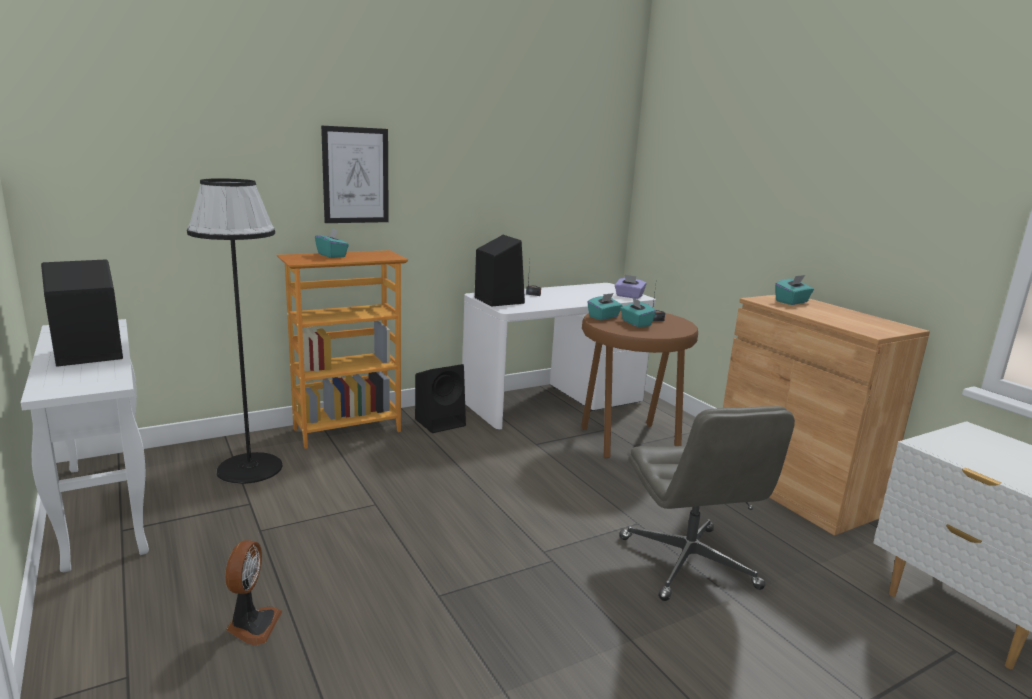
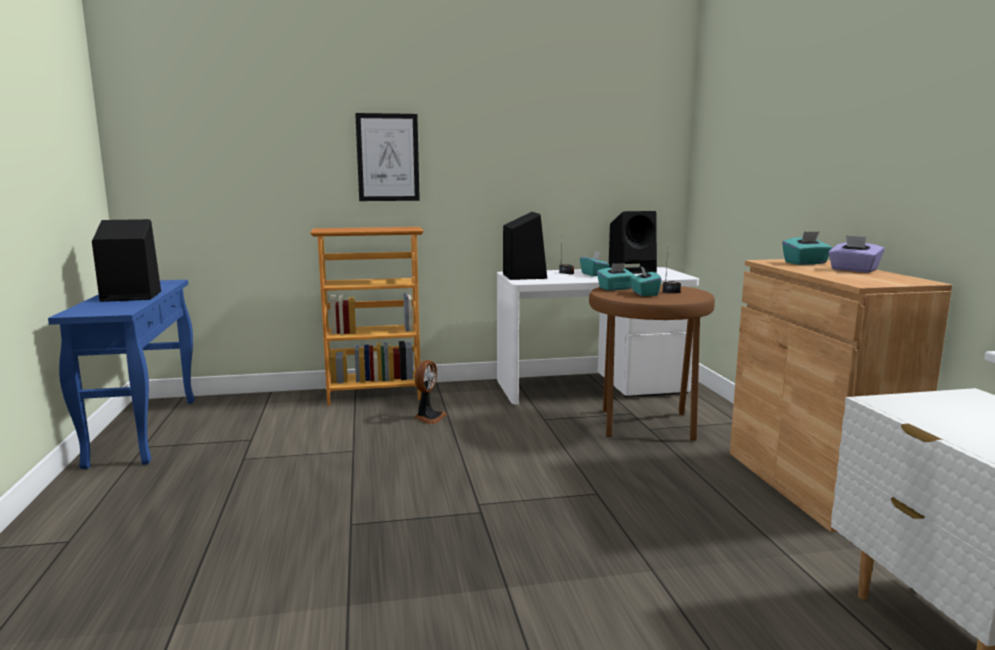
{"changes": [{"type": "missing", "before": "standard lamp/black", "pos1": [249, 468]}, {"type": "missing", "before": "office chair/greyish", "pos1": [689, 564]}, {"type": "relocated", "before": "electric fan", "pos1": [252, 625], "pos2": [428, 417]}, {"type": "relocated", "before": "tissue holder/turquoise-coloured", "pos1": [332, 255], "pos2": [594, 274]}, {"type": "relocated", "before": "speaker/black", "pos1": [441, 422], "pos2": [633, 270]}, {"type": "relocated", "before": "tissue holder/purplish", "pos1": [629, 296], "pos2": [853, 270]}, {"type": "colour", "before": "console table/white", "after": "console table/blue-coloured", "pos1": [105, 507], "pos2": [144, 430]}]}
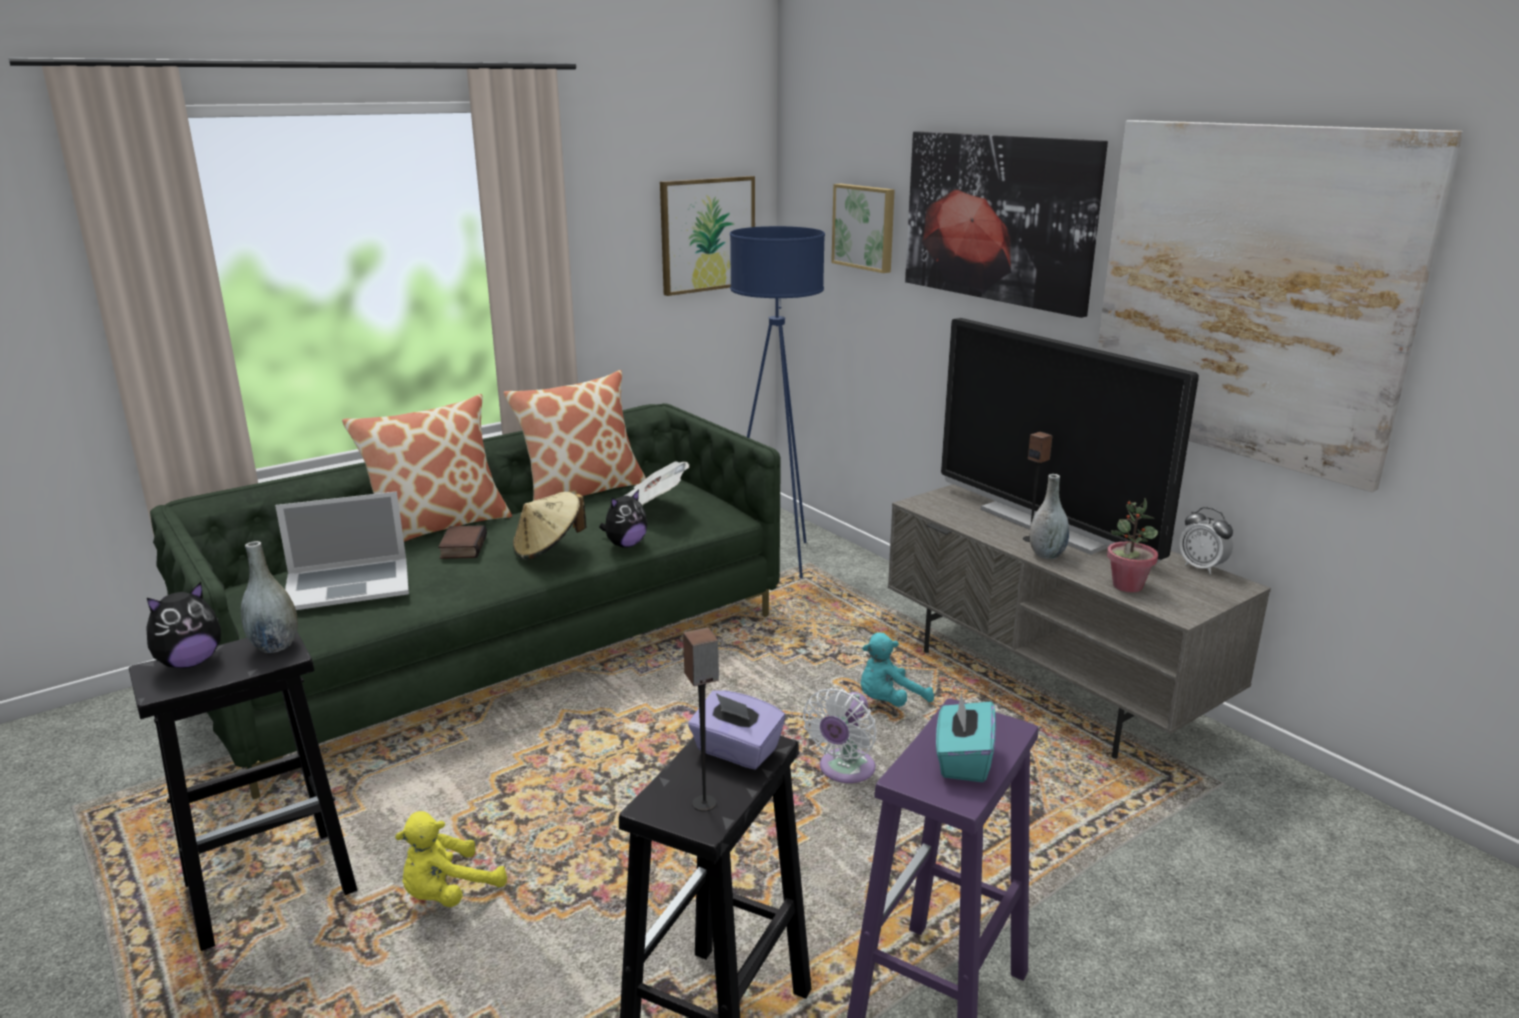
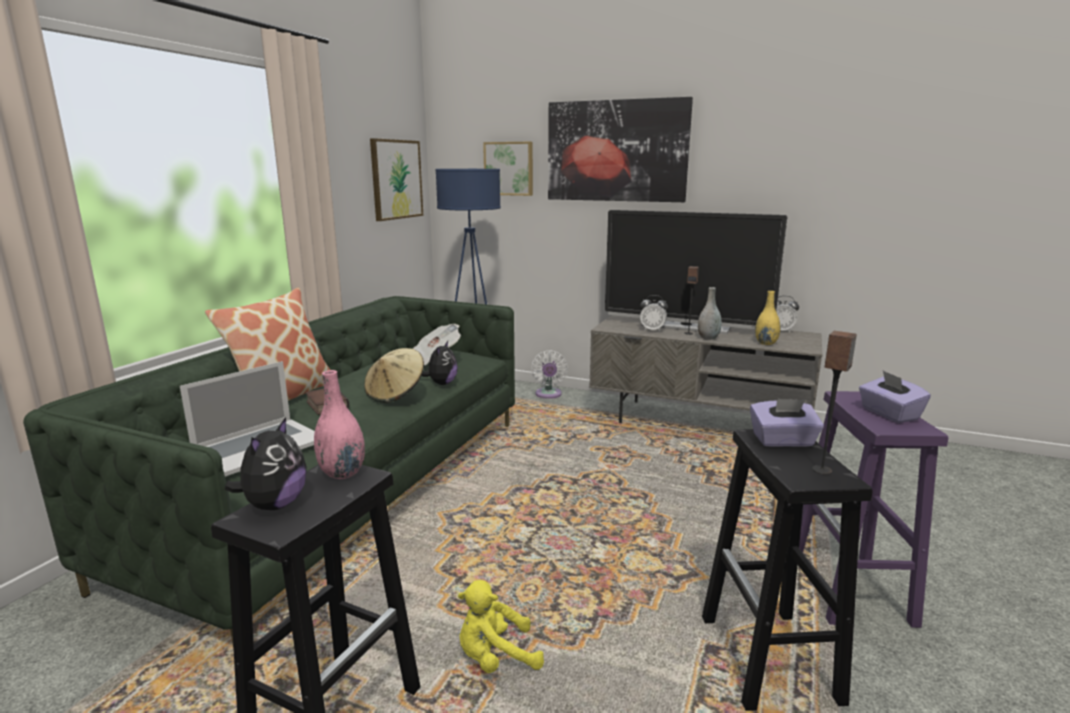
{"changes": [{"type": "missing", "before": "cushion", "pos1": [582, 492]}, {"type": "missing", "before": "plush toy/turquoise-coloured", "pos1": [889, 701]}, {"type": "missing", "before": "wall picture", "pos1": [1248, 294]}, {"type": "appeared", "after": "alarm clock", "pos2": [652, 330]}, {"type": "relocated", "before": "electric fan/white", "pos1": [844, 771], "pos2": [548, 395]}, {"type": "exchanged", "before": "plant in a pot", "after": "vase/yellow", "pos1": [1127, 586], "pos2": [766, 343]}, {"type": "colour", "before": "vase/greyish", "after": "vase/pink-coloured", "pos1": [275, 646], "pos2": [342, 473]}, {"type": "colour", "before": "tissue holder/turquoise-coloured", "after": "tissue holder/purplish", "pos1": [962, 760], "pos2": [889, 414]}, {"type": "spun", "before": "plush toy/yellow", "pos1": [448, 893], "pos2": [495, 658], "turn": 60}]}
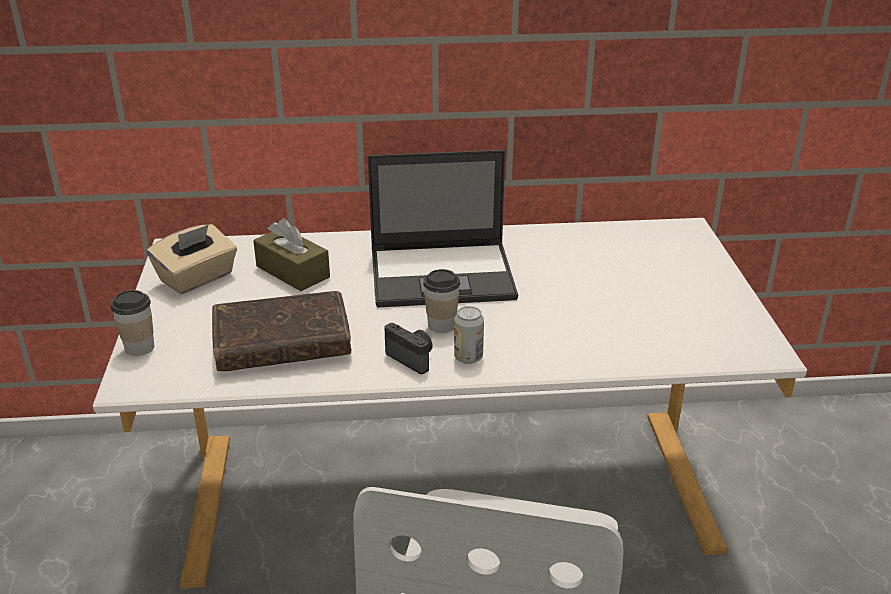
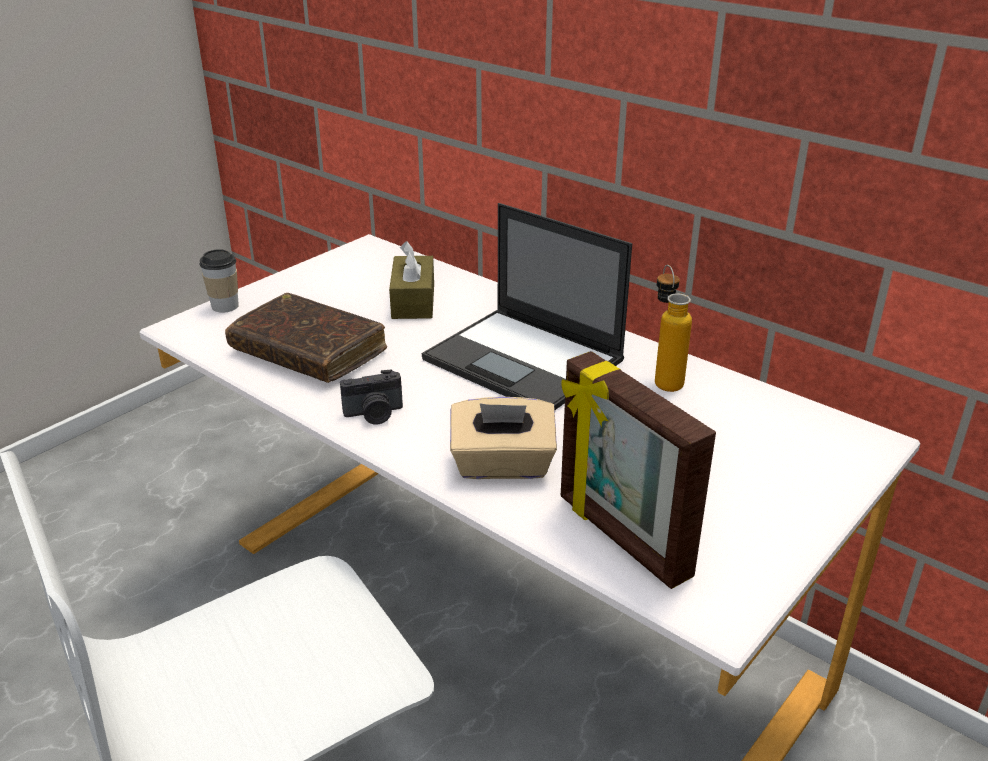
{"changes": [{"type": "missing", "before": "small cup", "pos1": [441, 325]}, {"type": "missing", "before": "metal can", "pos1": [468, 357]}, {"type": "appeared", "after": "standing frame", "pos2": [621, 537]}, {"type": "appeared", "after": "drink bottle", "pos2": [664, 378]}, {"type": "relocated", "before": "tissue holder/beige-coloured", "pos1": [197, 278], "pos2": [502, 465]}, {"type": "spun", "before": "still camera", "pos1": [412, 358], "pos2": [374, 414], "turn": 75}]}
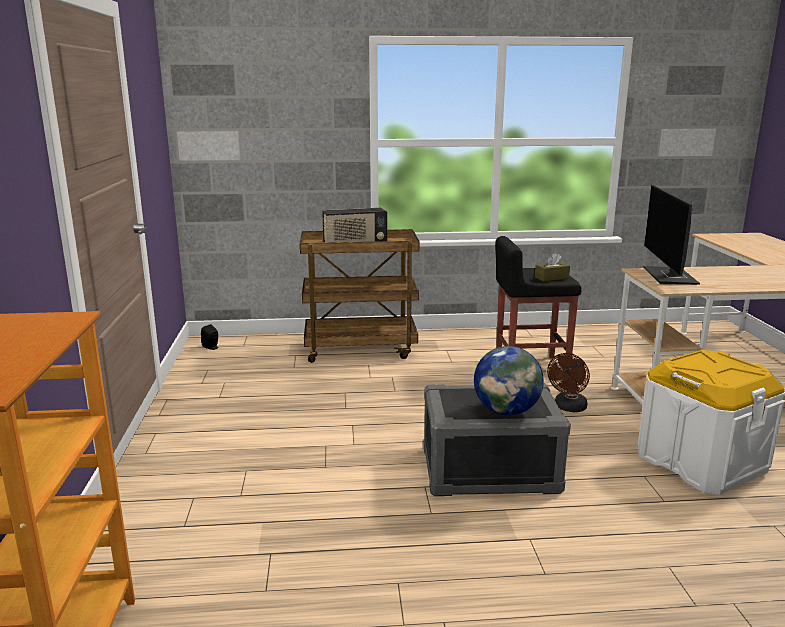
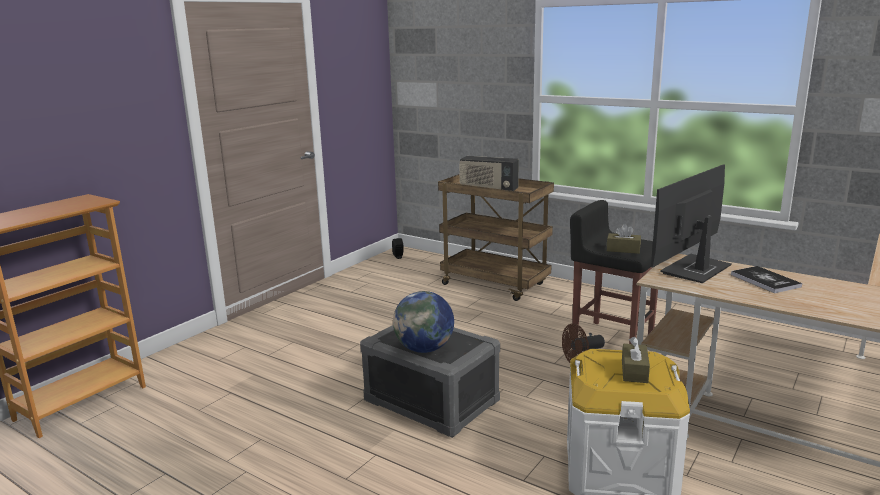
{"changes": [{"type": "appeared", "after": "tissue holder/brown", "pos2": [634, 371]}, {"type": "appeared", "after": "book", "pos2": [765, 280]}]}
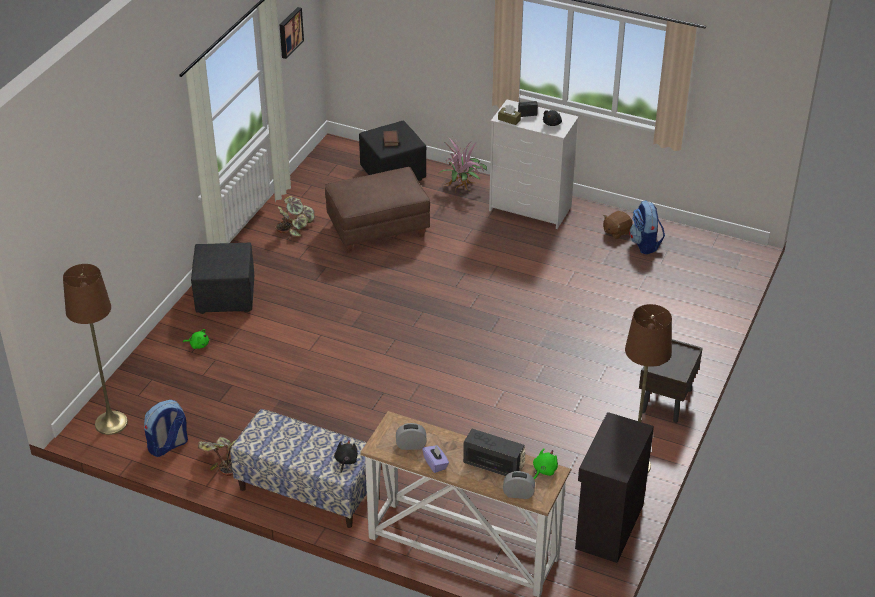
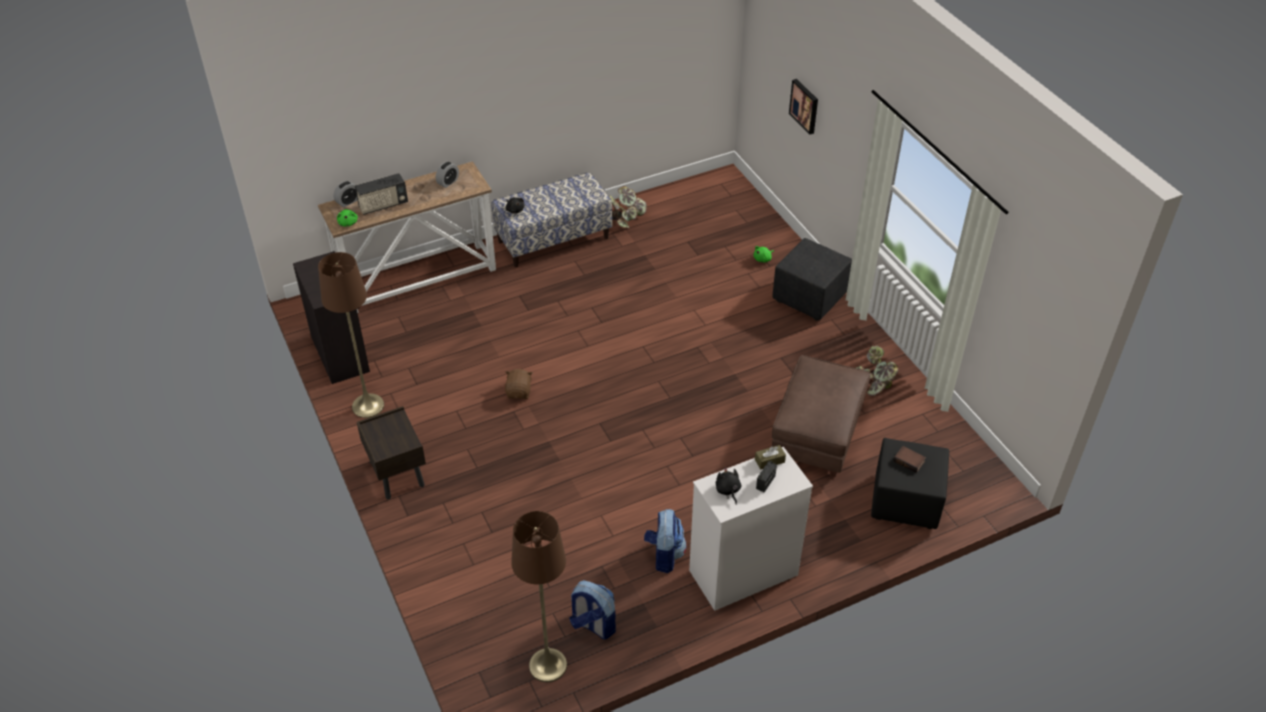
{"changes": [{"type": "missing", "before": "tissue holder/purplish", "pos1": [435, 464]}, {"type": "missing", "before": "plant in a pot", "pos1": [462, 187]}, {"type": "relocated", "before": "standard lamp/brown", "pos1": [111, 423], "pos2": [548, 665]}, {"type": "relocated", "before": "backpack", "pos1": [168, 446], "pos2": [664, 555]}, {"type": "relocated", "before": "wall picture", "pos1": [289, 32], "pos2": [805, 106]}, {"type": "relocated", "before": "plush toy/brown", "pos1": [616, 232], "pos2": [519, 392]}]}
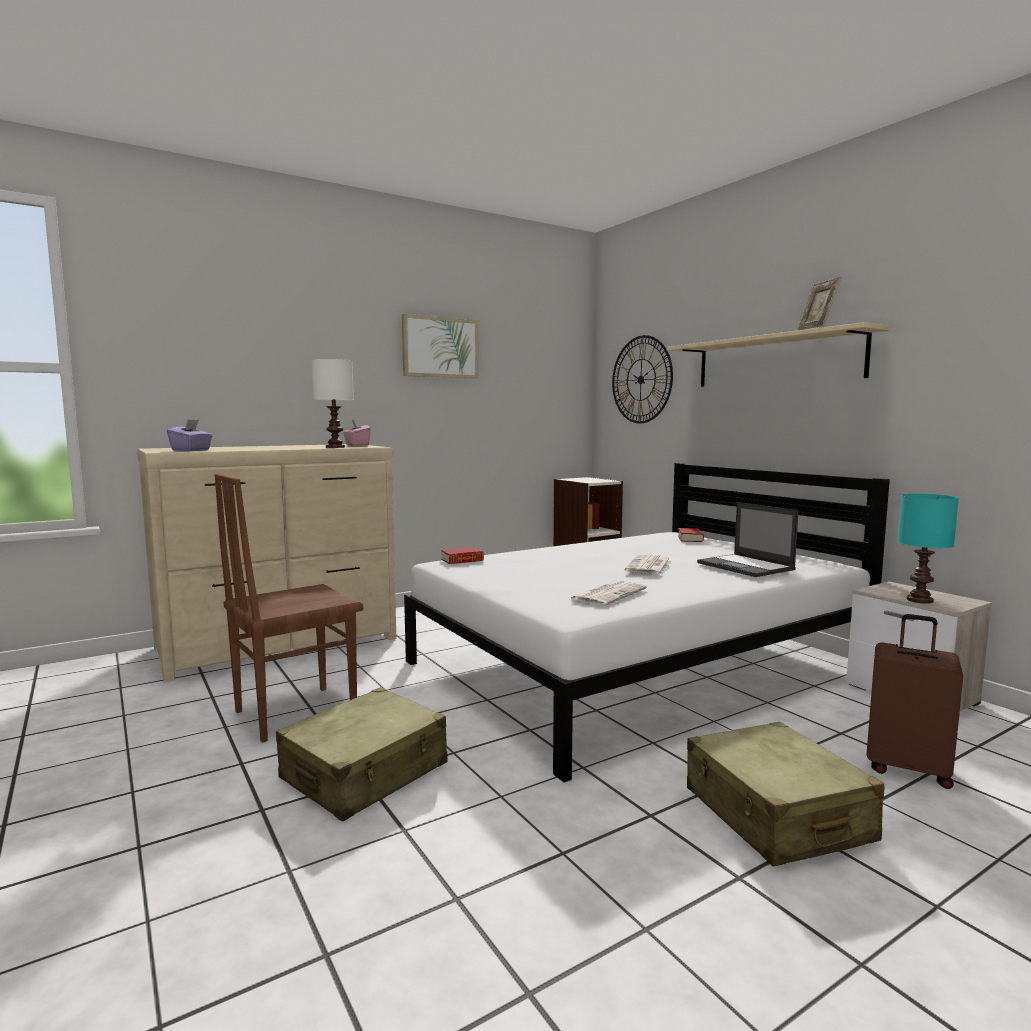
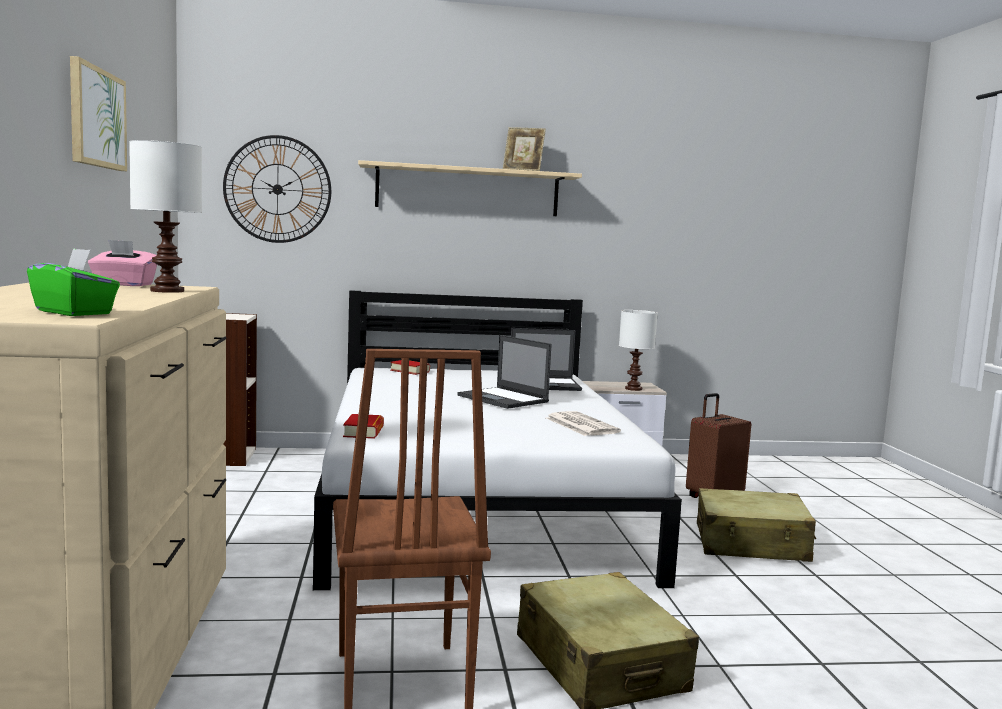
{"changes": [{"type": "exchanged", "before": "daily paper", "after": "notebook computer", "pos1": [649, 566], "pos2": [503, 399]}, {"type": "colour", "before": "tissue holder/purplish", "after": "tissue holder/greenish", "pos1": [191, 450], "pos2": [75, 312]}, {"type": "colour", "before": "table lamp/turquoise-coloured", "after": "table lamp/white", "pos1": [920, 600], "pos2": [633, 388]}]}
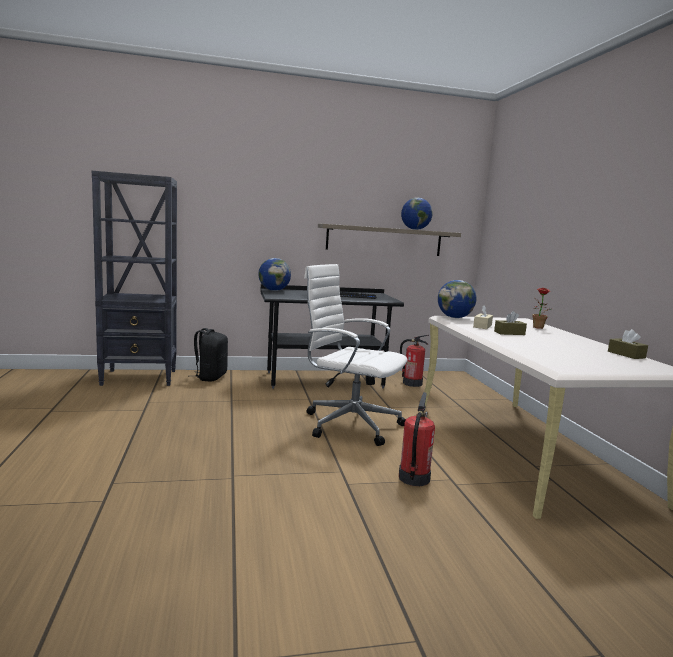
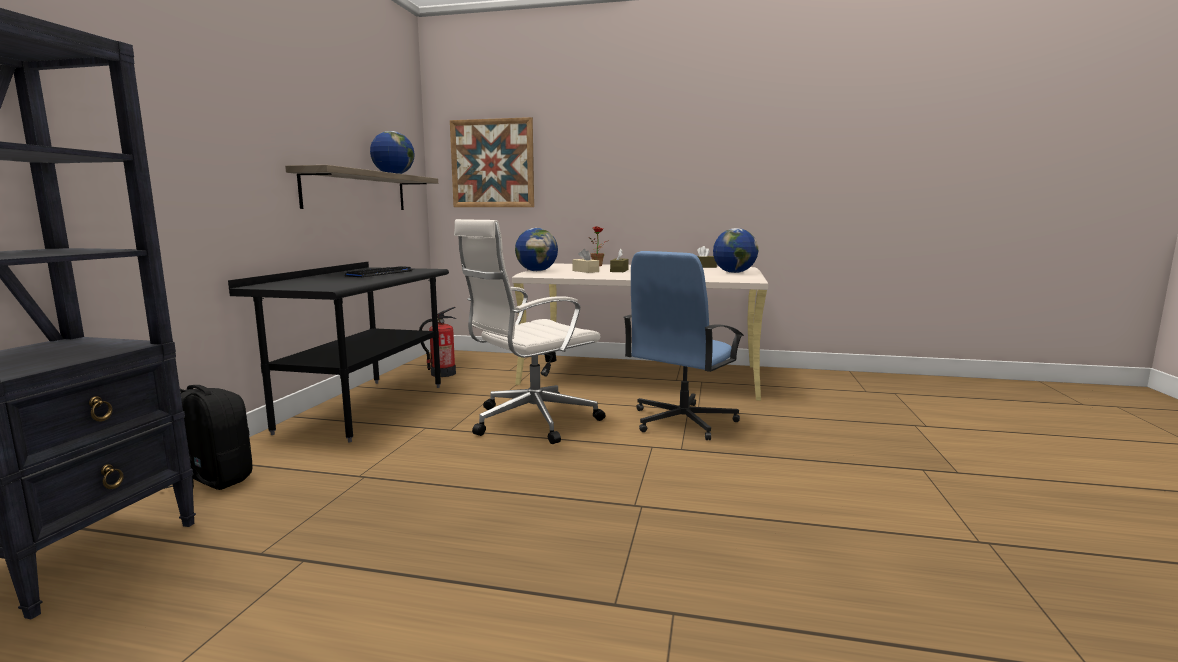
{"changes": [{"type": "appeared", "after": "wall picture", "pos2": [492, 163]}, {"type": "relocated", "before": "world globe", "pos1": [274, 290], "pos2": [734, 272]}, {"type": "exchanged", "before": "fire-fighting cylinder", "after": "office chair/blue-coloured", "pos1": [413, 478], "pos2": [681, 421]}]}
